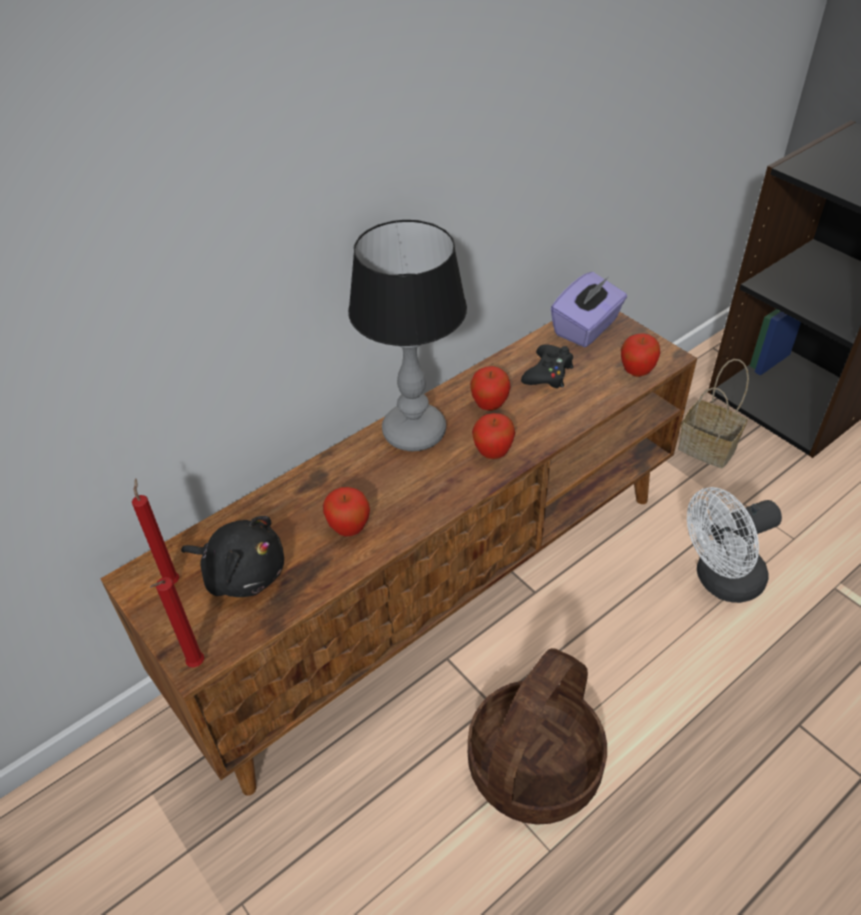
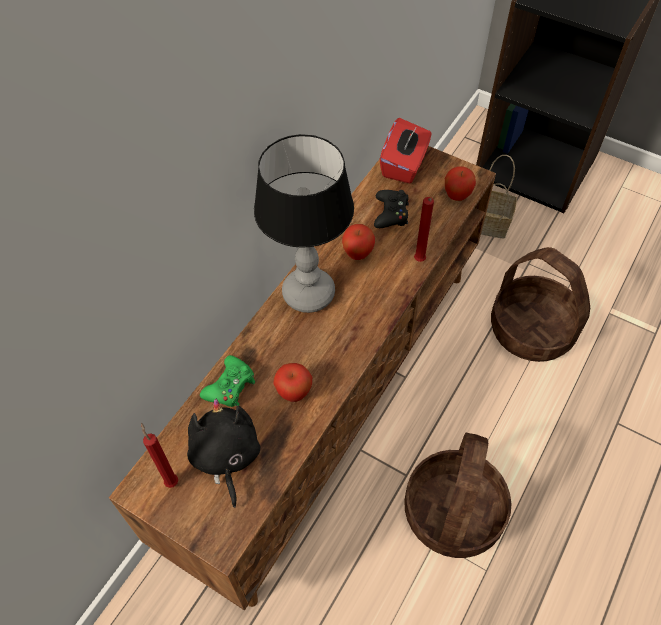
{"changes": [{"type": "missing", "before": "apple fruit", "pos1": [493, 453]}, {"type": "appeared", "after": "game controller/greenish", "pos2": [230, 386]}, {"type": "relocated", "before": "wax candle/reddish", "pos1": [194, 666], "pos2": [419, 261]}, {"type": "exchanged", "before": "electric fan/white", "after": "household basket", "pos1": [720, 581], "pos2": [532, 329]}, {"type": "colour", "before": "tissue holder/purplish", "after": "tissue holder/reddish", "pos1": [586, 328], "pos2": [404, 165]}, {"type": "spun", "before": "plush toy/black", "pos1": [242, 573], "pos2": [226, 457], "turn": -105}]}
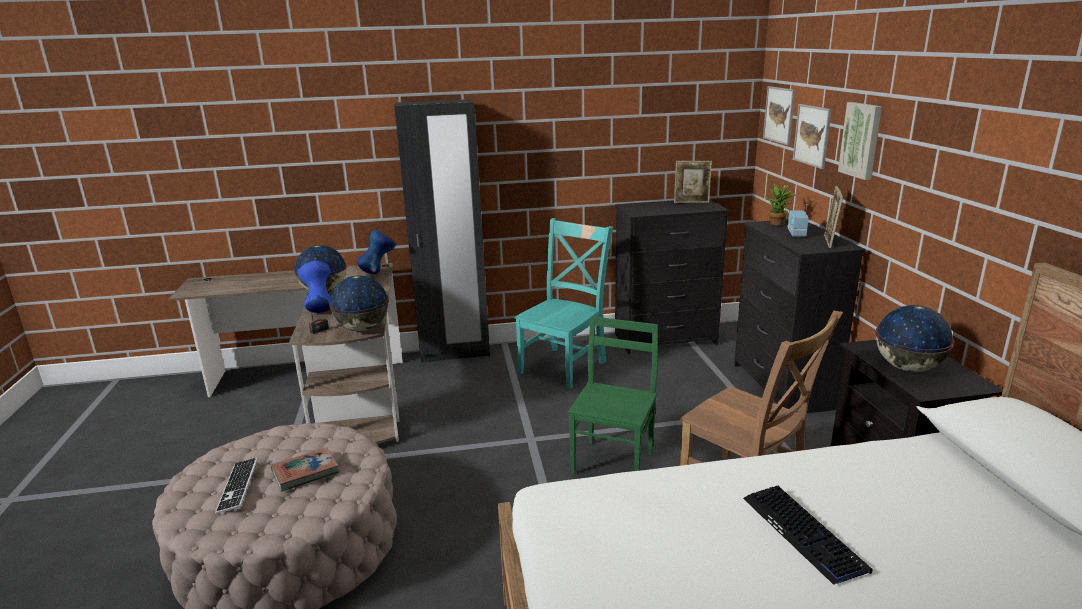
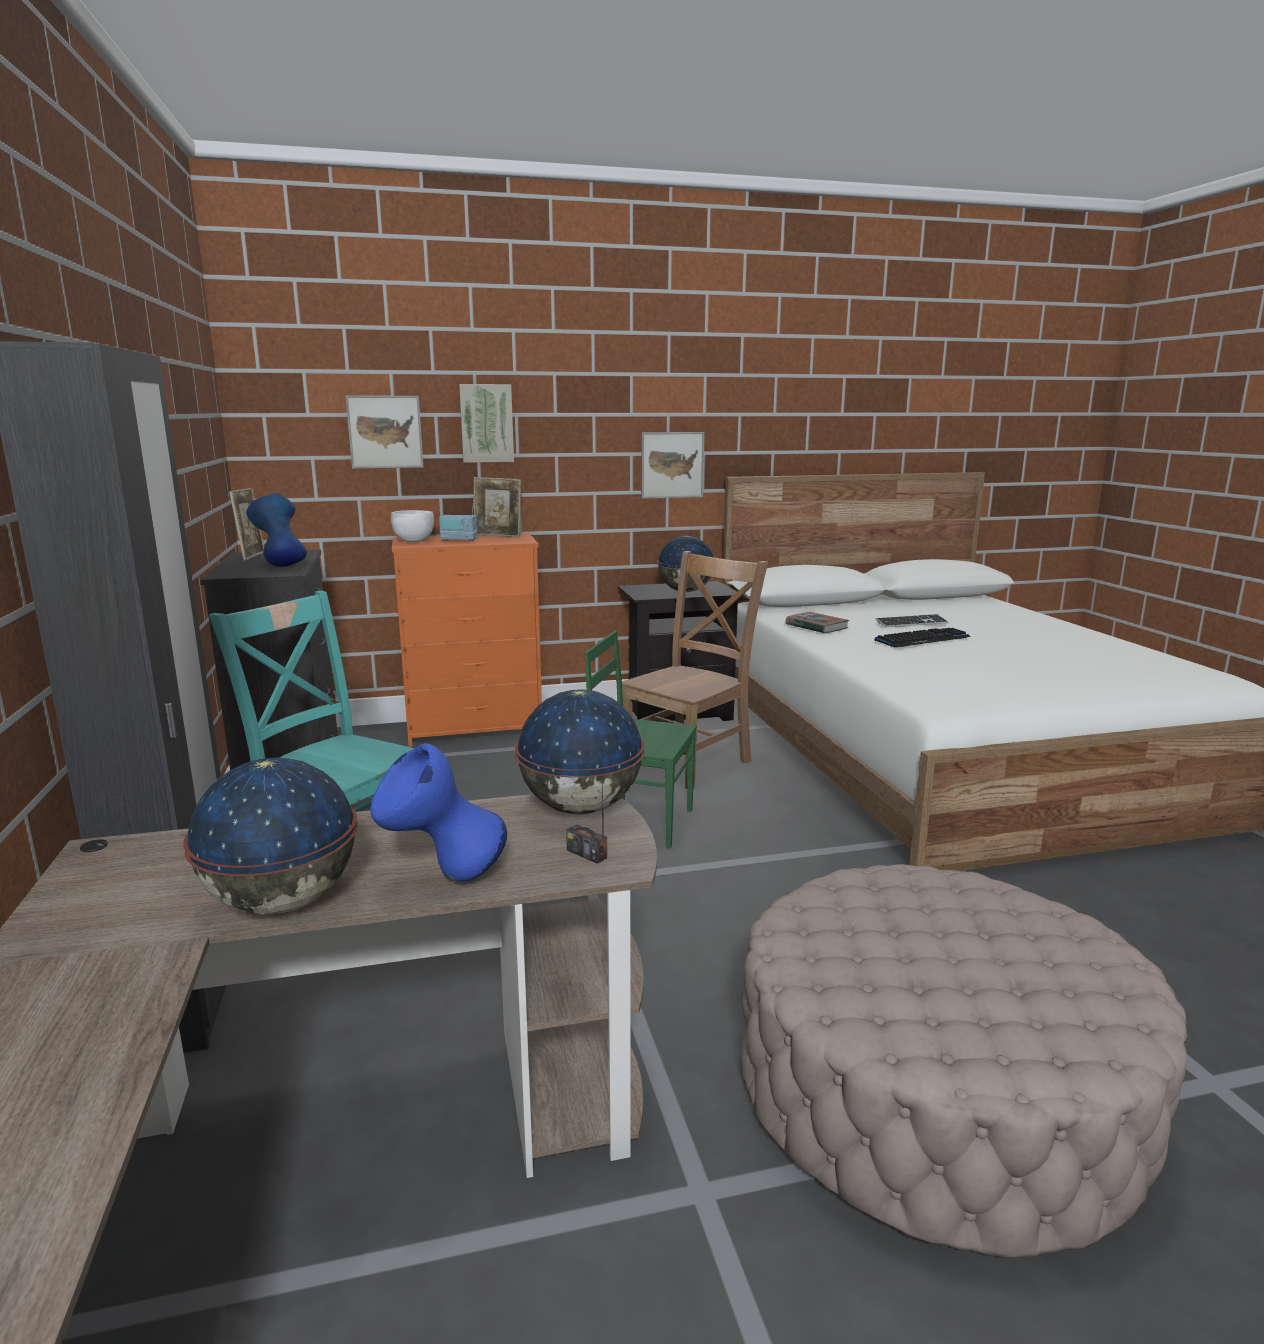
{"changes": [{"type": "relocated", "before": "PC keyboard", "pos1": [238, 486], "pos2": [911, 623]}, {"type": "relocated", "before": "book", "pos1": [305, 472], "pos2": [816, 627]}, {"type": "relocated", "before": "vase/blue-coloured", "pos1": [379, 272], "pos2": [281, 565]}, {"type": "relocated", "before": "wall picture", "pos1": [779, 115], "pos2": [672, 465]}, {"type": "exchanged", "before": "plant in a pot", "after": "bowl/white", "pos1": [778, 224], "pos2": [414, 541]}, {"type": "colour", "before": "drawer chest/black", "after": "drawer chest/orangey", "pos1": [782, 386], "pos2": [475, 729]}]}
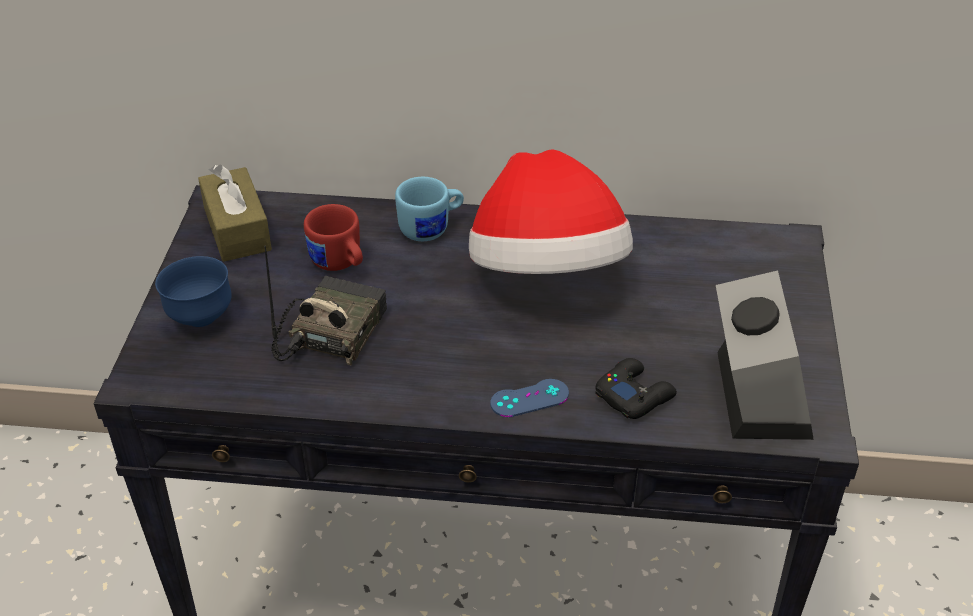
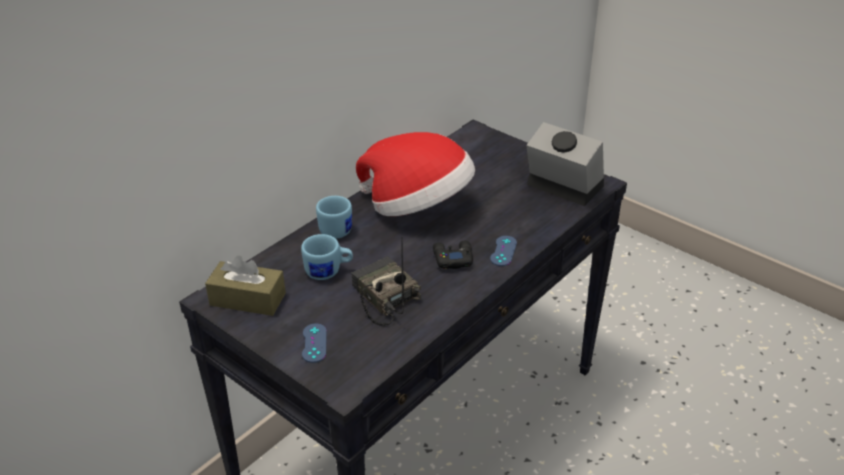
{"changes": [{"type": "relocated", "before": "game controller/black", "pos1": [634, 394], "pos2": [452, 258]}, {"type": "exchanged", "before": "bowl/blue-coloured", "after": "game controller/blue-coloured", "pos1": [200, 317], "pos2": [314, 343]}, {"type": "colour", "before": "mug/reddish", "after": "mug/blue-coloured", "pos1": [339, 264], "pos2": [328, 272]}]}
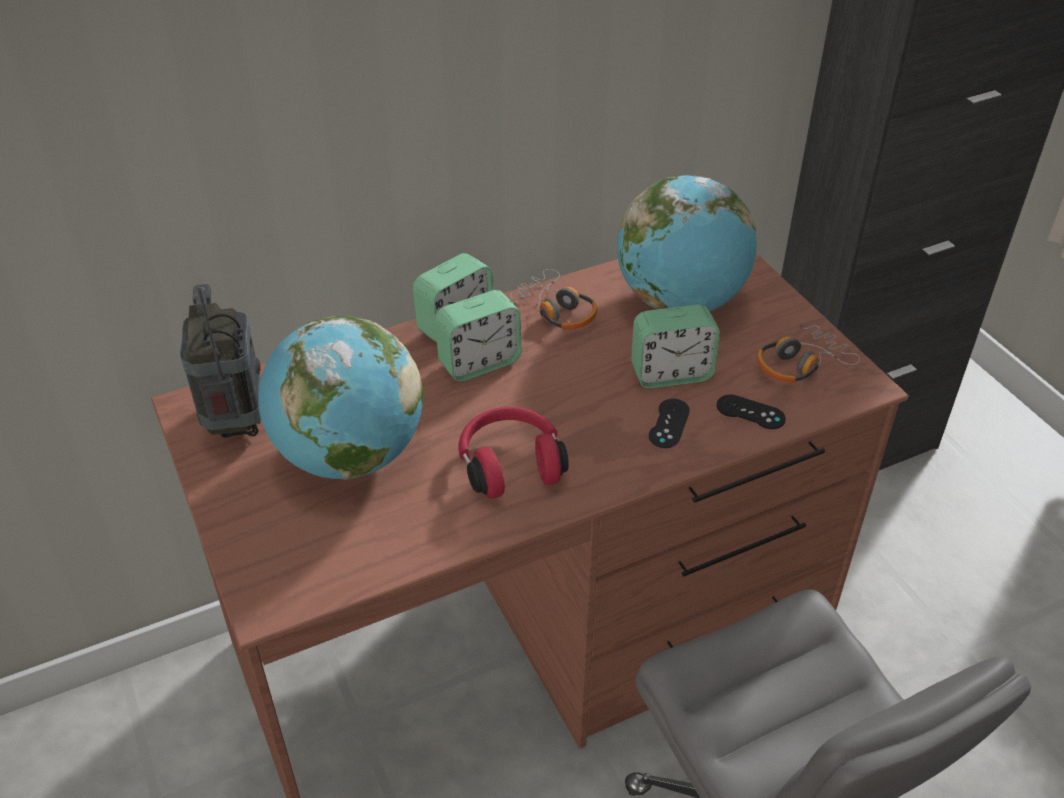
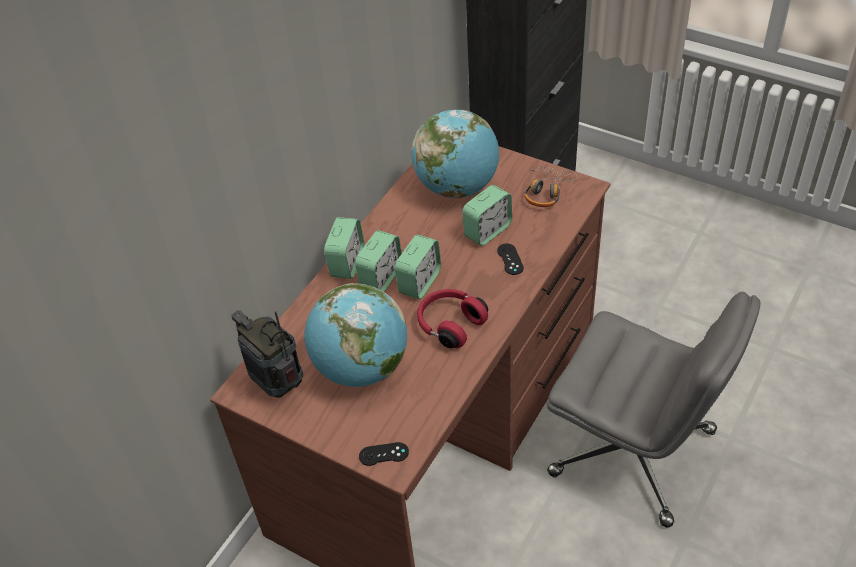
{"changes": [{"type": "missing", "before": "headphones", "pos1": [555, 310]}, {"type": "appeared", "after": "alarm clock", "pos2": [419, 282]}, {"type": "relocated", "before": "game controller/black", "pos1": [750, 412], "pos2": [384, 454]}]}
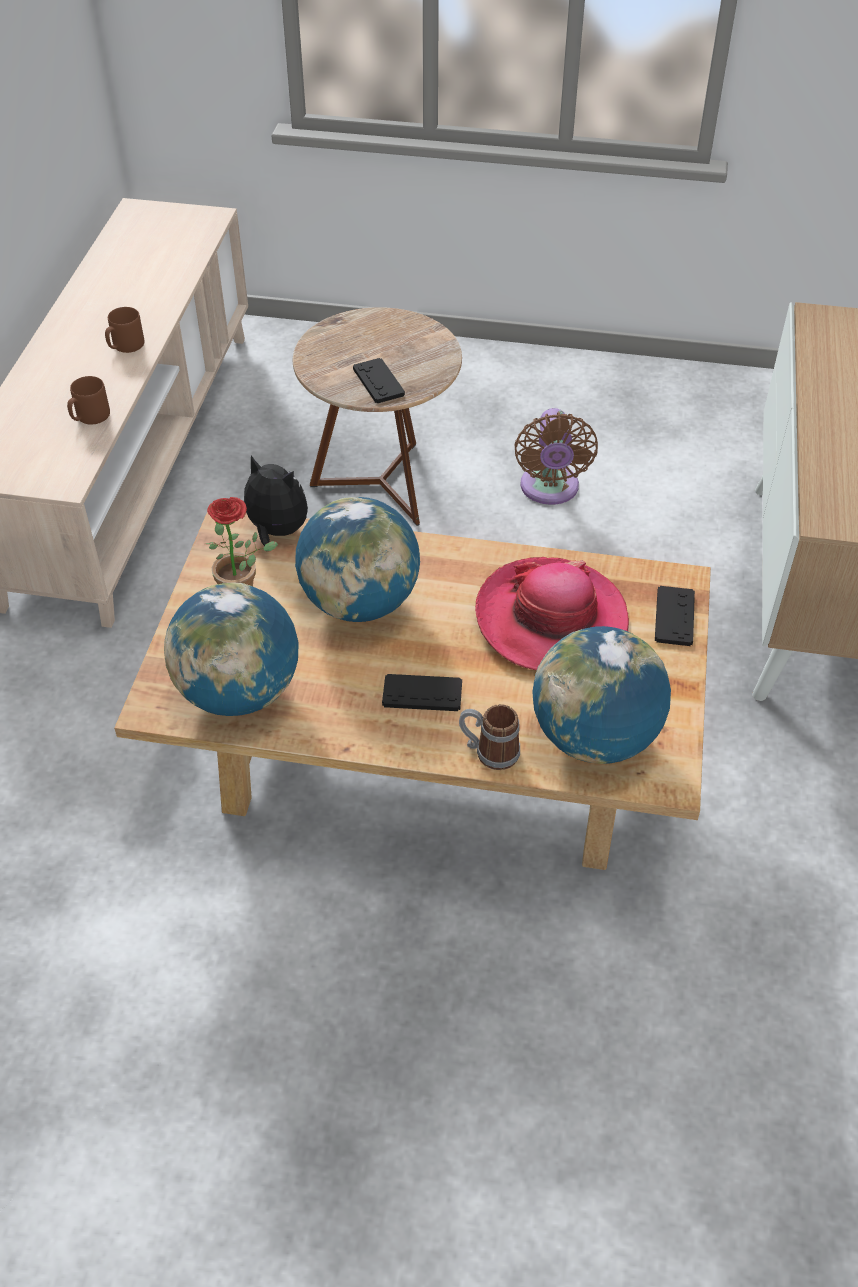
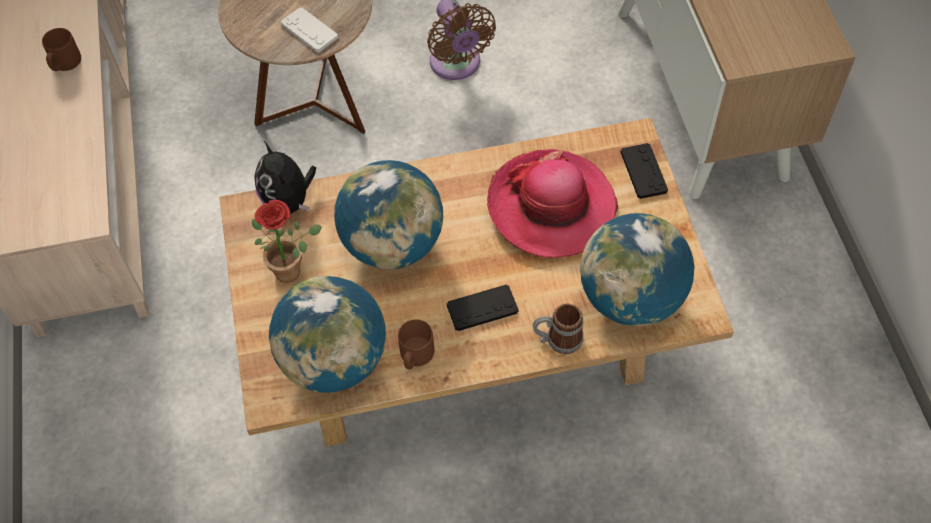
{"changes": [{"type": "relocated", "before": "mug/brown", "pos1": [90, 417], "pos2": [415, 356]}, {"type": "colour", "before": "game controller/black", "after": "game controller/white", "pos1": [378, 382], "pos2": [309, 31]}, {"type": "spun", "before": "plush toy", "pos1": [275, 531], "pos2": [289, 201], "turn": -120}]}
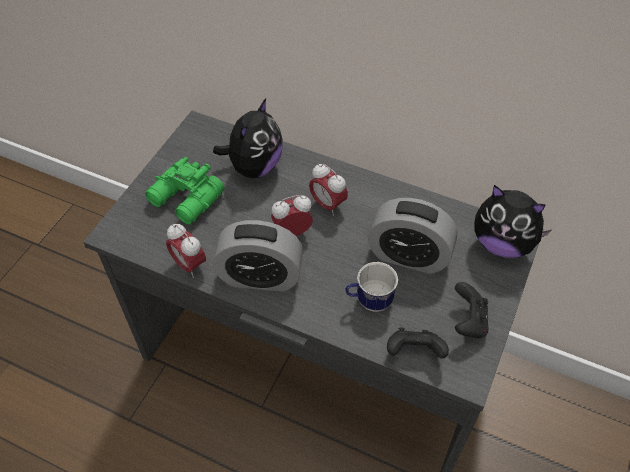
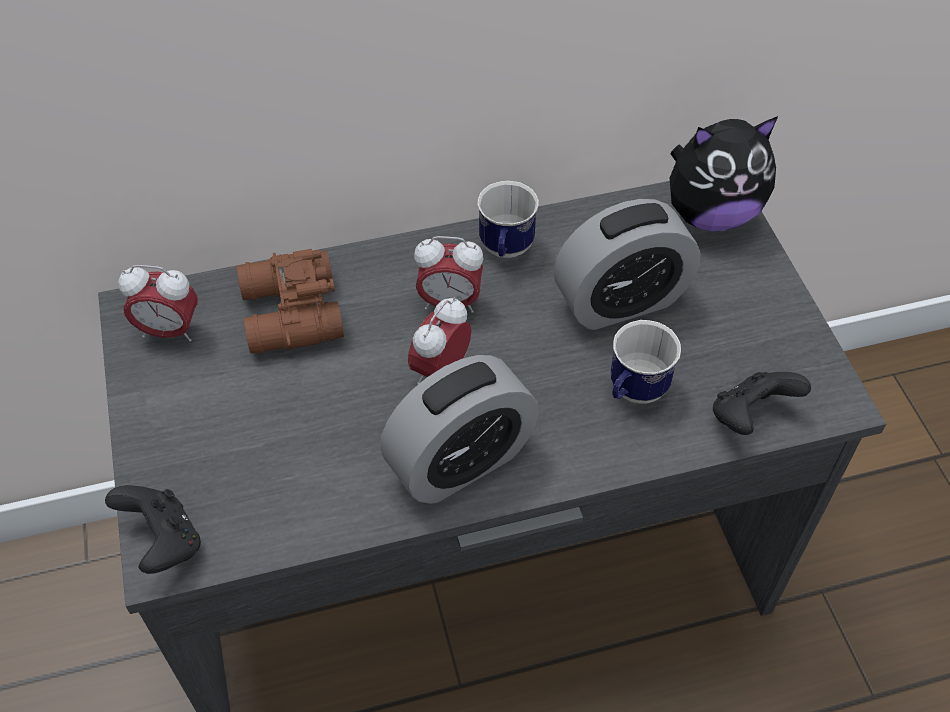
{"changes": [{"type": "missing", "before": "binoculars/greenish", "pos1": [186, 200]}, {"type": "appeared", "after": "mug", "pos2": [505, 251]}, {"type": "relocated", "before": "alarm clock", "pos1": [189, 265], "pos2": [169, 330]}, {"type": "relocated", "before": "game controller/black", "pos1": [468, 322], "pos2": [164, 542]}, {"type": "exchanged", "before": "plush toy", "after": "binoculars/brown", "pos1": [254, 167], "pos2": [289, 315]}]}
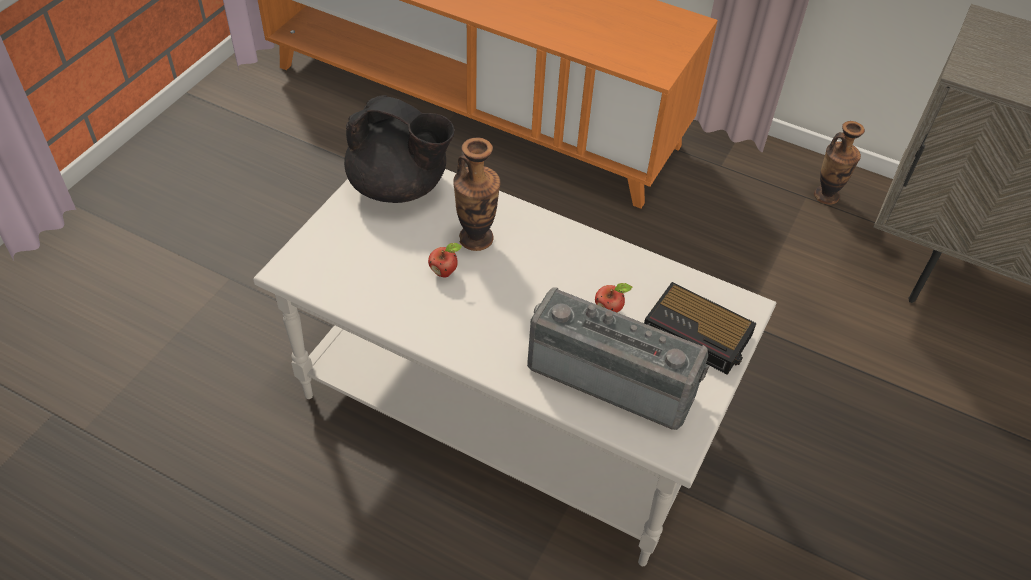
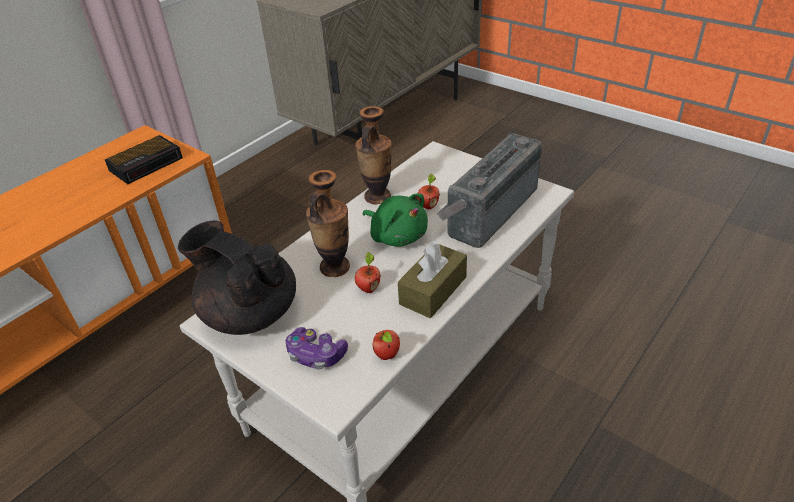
{"changes": [{"type": "appeared", "after": "game controller", "pos2": [316, 355]}, {"type": "appeared", "after": "plush toy/greenish", "pos2": [397, 235]}, {"type": "appeared", "after": "apple fruit", "pos2": [388, 356]}, {"type": "appeared", "after": "tissue holder/brown", "pos2": [433, 290]}, {"type": "relocated", "before": "alarm clock", "pos1": [699, 334], "pos2": [147, 163]}, {"type": "relocated", "before": "vase", "pos1": [826, 196], "pos2": [377, 197]}, {"type": "spun", "before": "tea pot/black", "pos1": [399, 186], "pos2": [249, 313], "turn": -90}]}
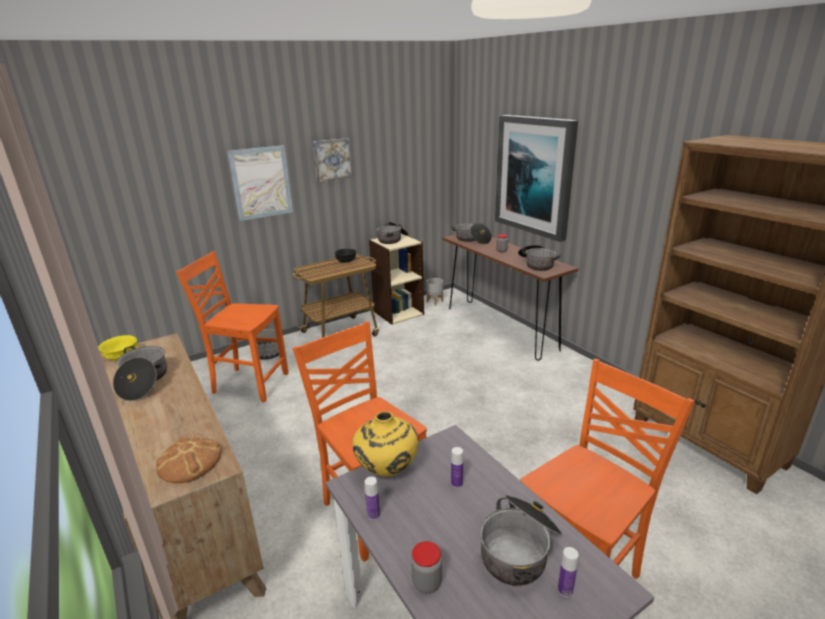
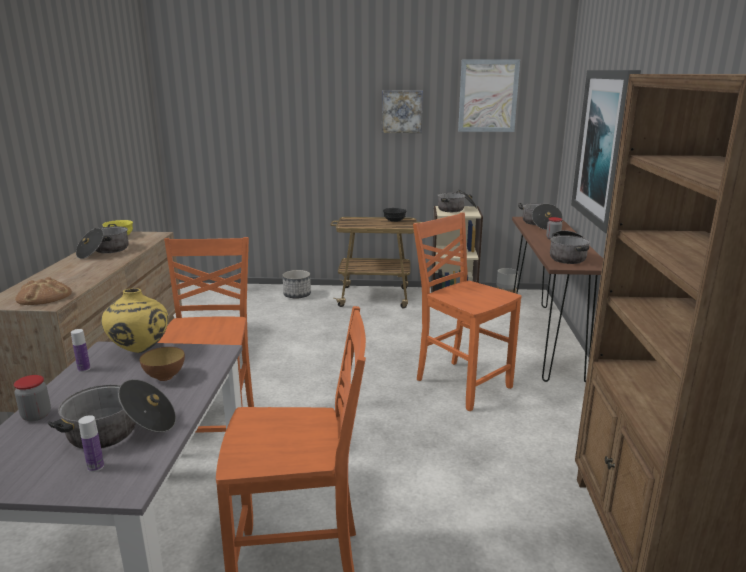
{"changes": [{"type": "relocated", "before": "plain chair/orangey", "pos1": [249, 383], "pos2": [461, 383]}, {"type": "relocated", "before": "wall picture", "pos1": [261, 182], "pos2": [488, 96]}, {"type": "exchanged", "before": "drink bottle", "after": "bowl", "pos1": [457, 484], "pos2": [165, 377]}]}
